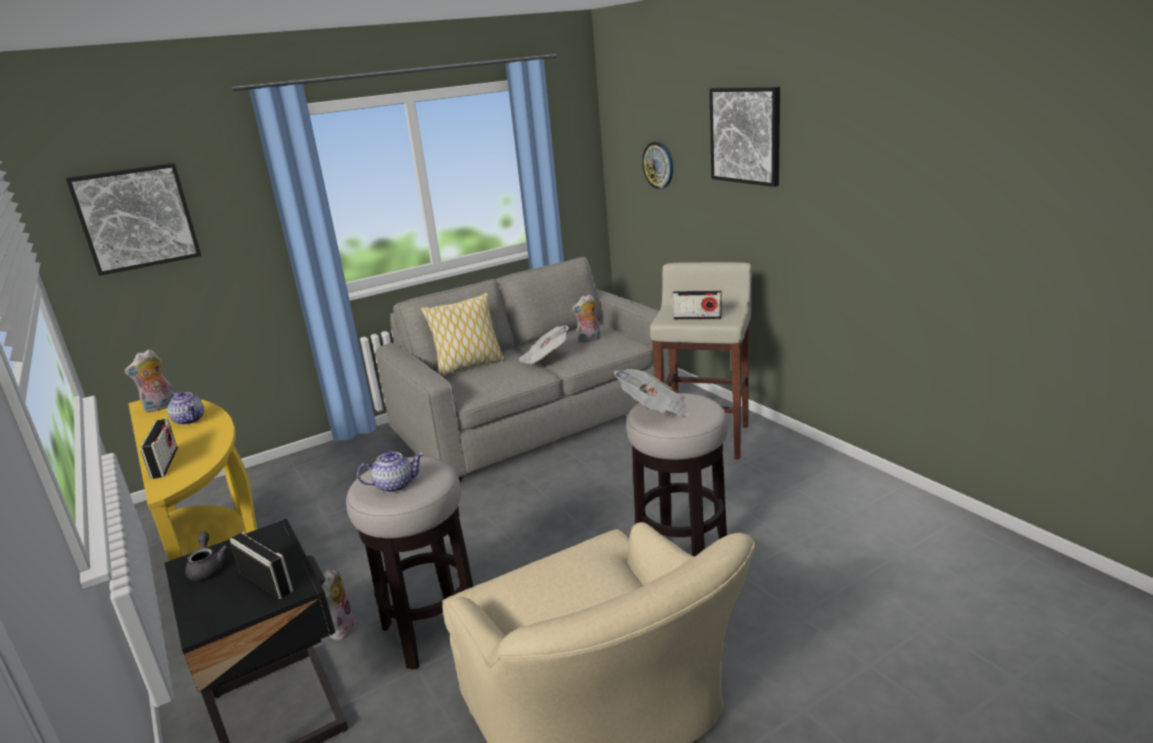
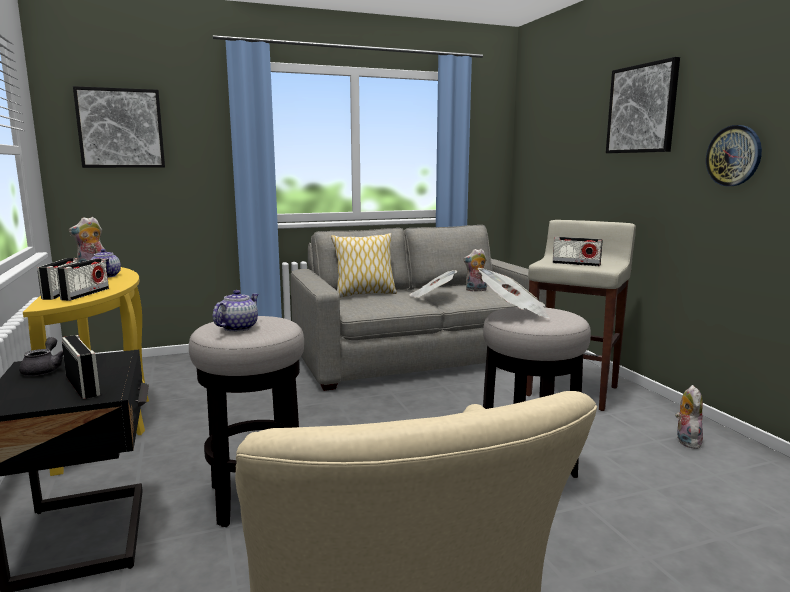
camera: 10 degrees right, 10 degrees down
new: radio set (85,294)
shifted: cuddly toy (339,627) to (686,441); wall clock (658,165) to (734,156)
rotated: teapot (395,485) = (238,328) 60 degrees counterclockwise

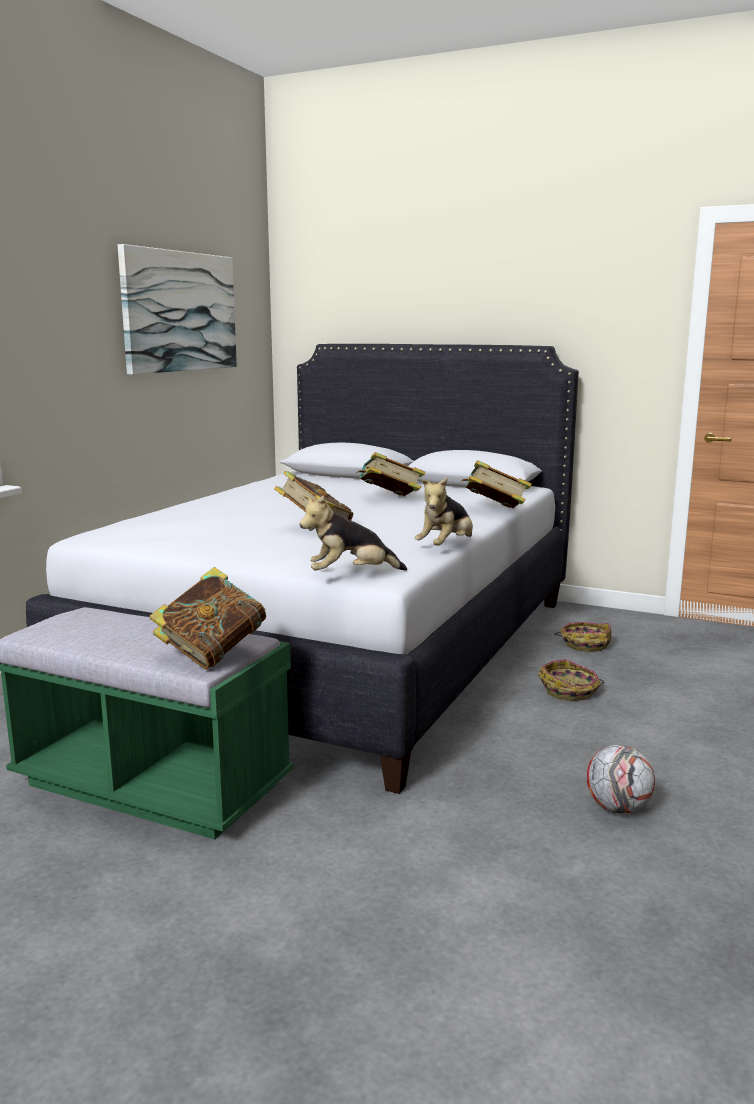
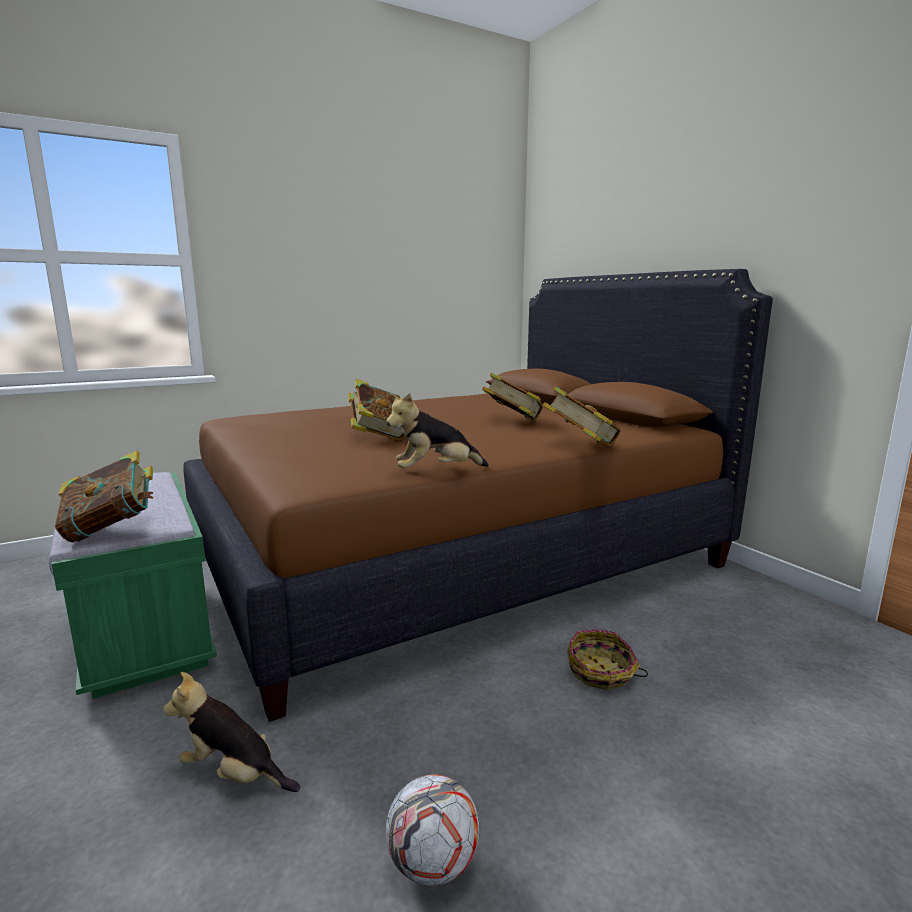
camera: 35 degrees right, 0 degrees up
gone: picture (180,311); basket (585,644)
shifted: cuddly toy (350,575) to (234,774)
repainted: white-coloured bed (340,648) to brown-coloured bed (453,554)

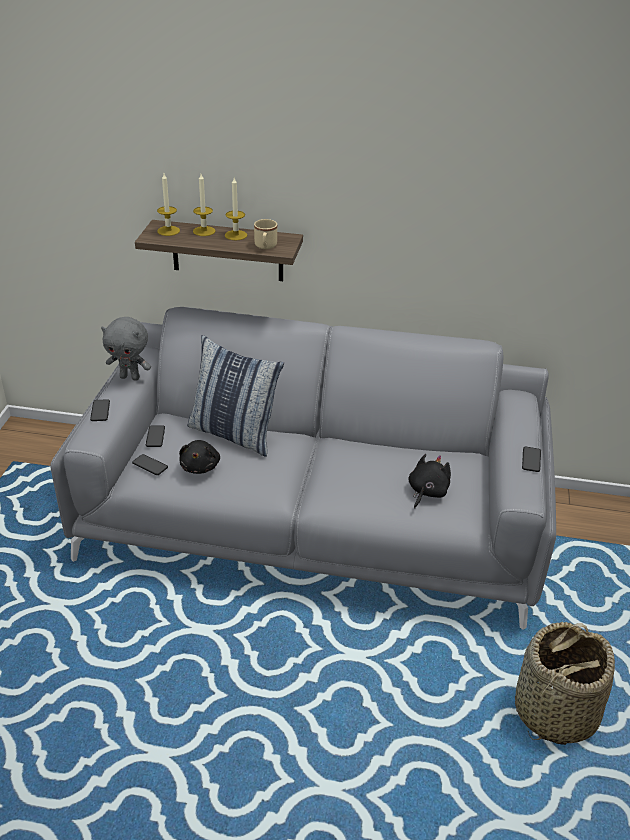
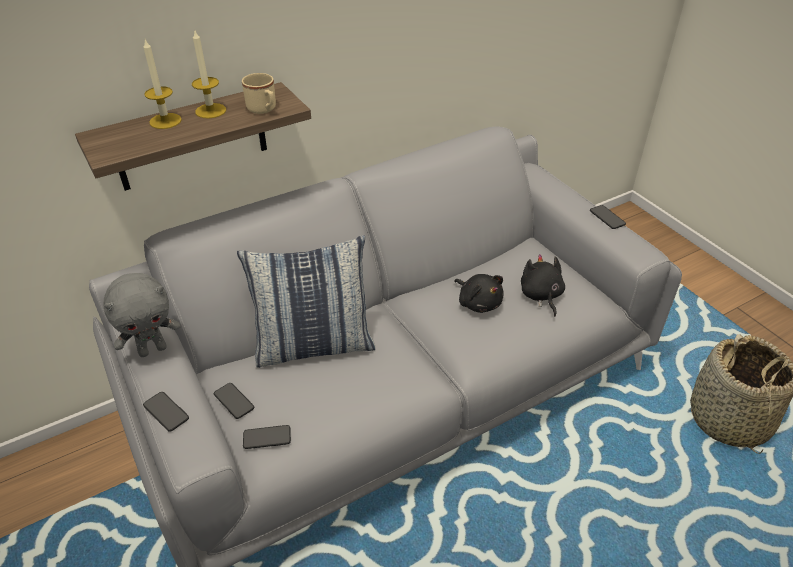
camera: 40 degrees left, 5 degrees up
gone: wax light (168,231)
shifted: black cuddly toy (200,466) to (478,302)

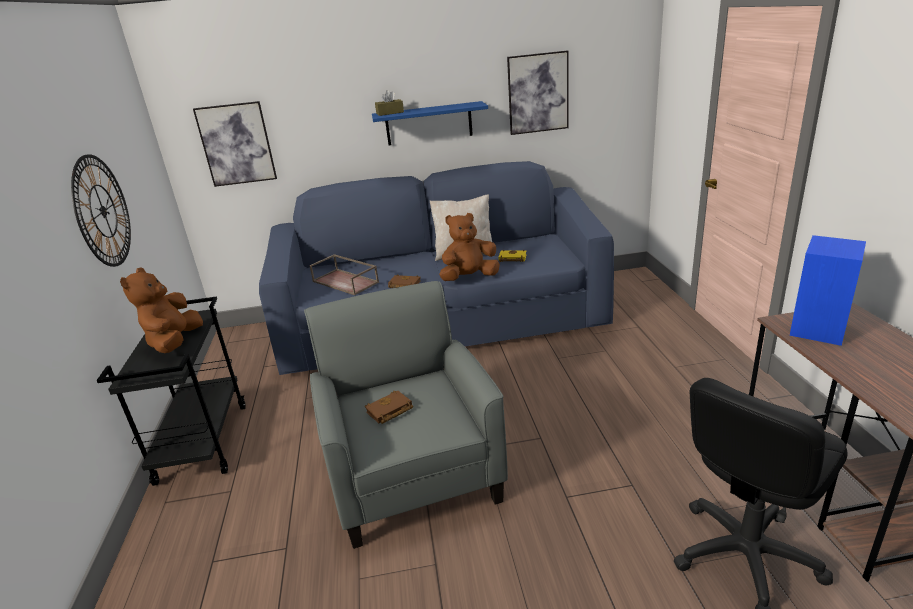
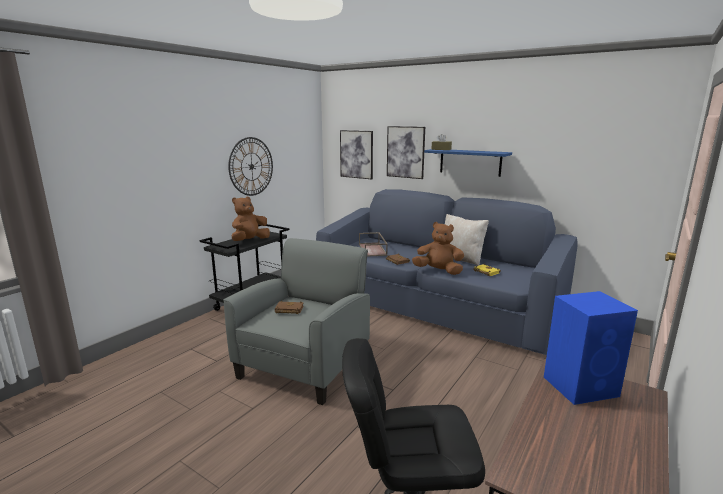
camera: 40 degrees right, 10 degrees down
shifted: picture (538,93) to (405,152)

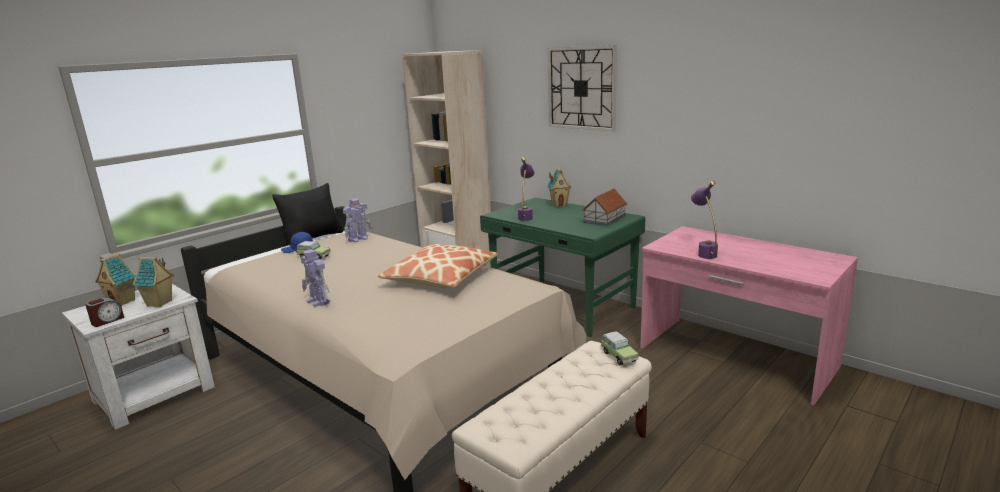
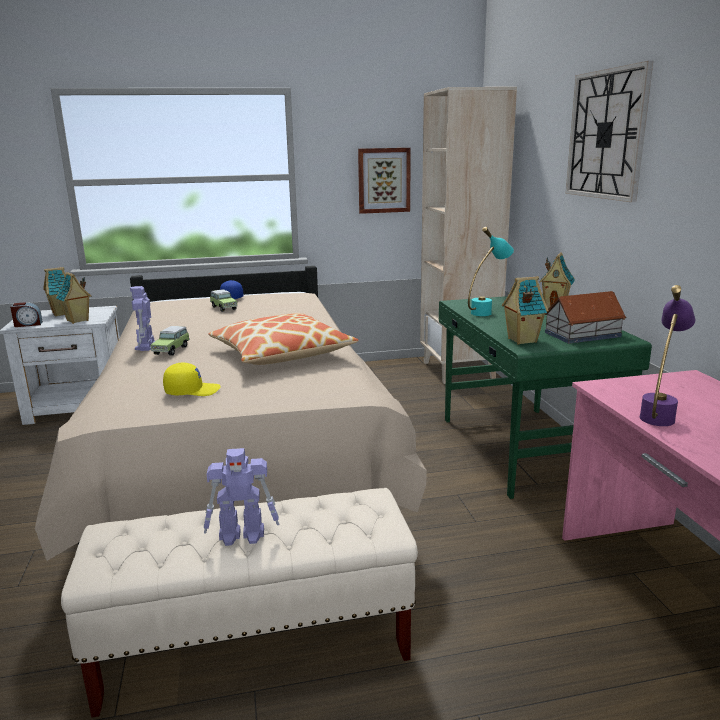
camera: 35 degrees right, 0 degrees up
gone: black cushion (313,237)
new: yellow-coloured cap (192,391); picture (383,180); toy house (521,340)
shifted: robot figure (359,239) to (243,535); model car (618,356) to (172,350)
repainted: purple-coloured table lamp (526,216) to turquoise table lamp (487,311)

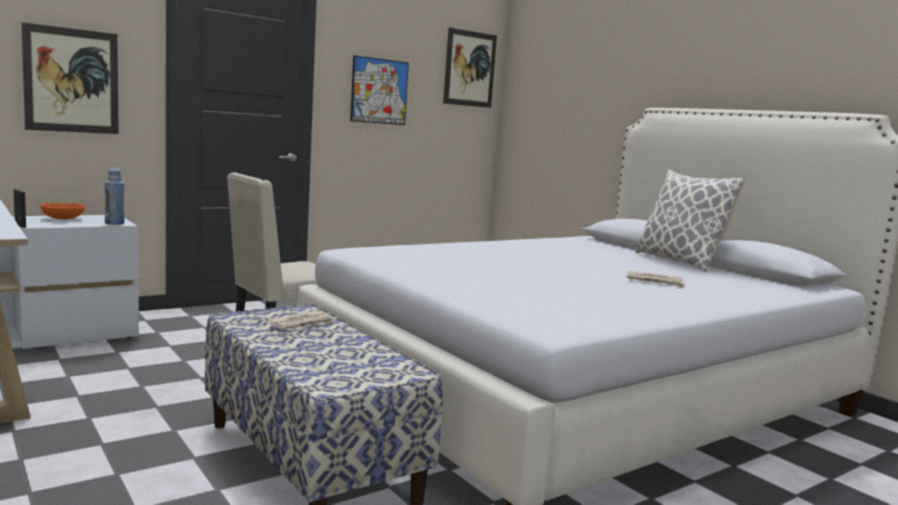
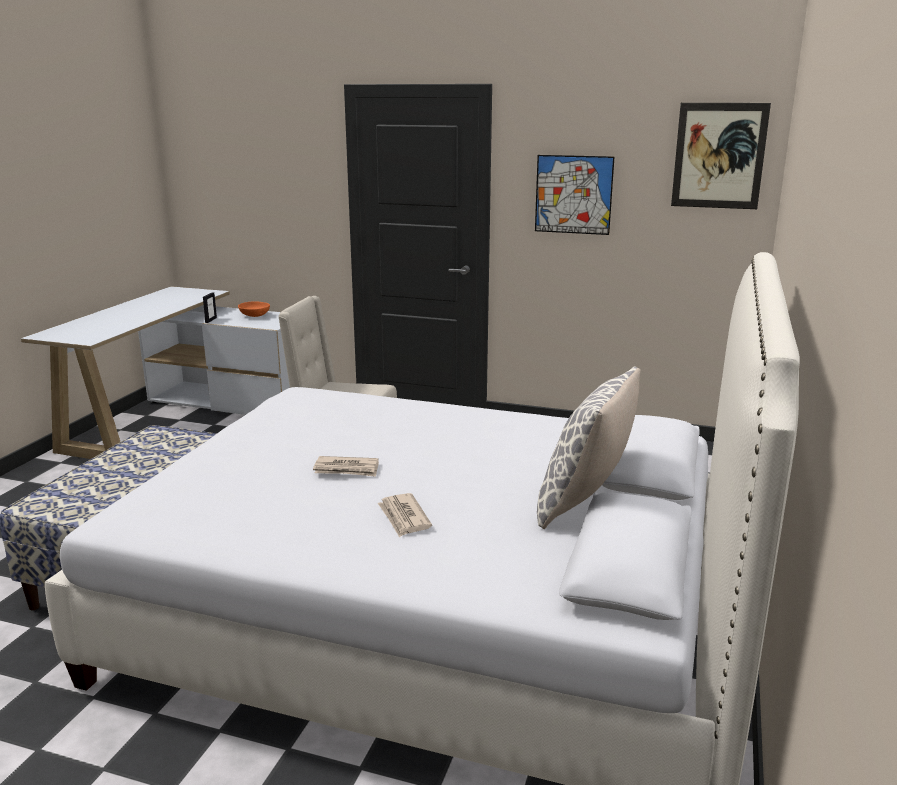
camera: 55 degrees right, 10 degrees up
gone: picture (72,80); blue drink bottle (114,223)
shifted: daily paper (302,324) to (347,469)

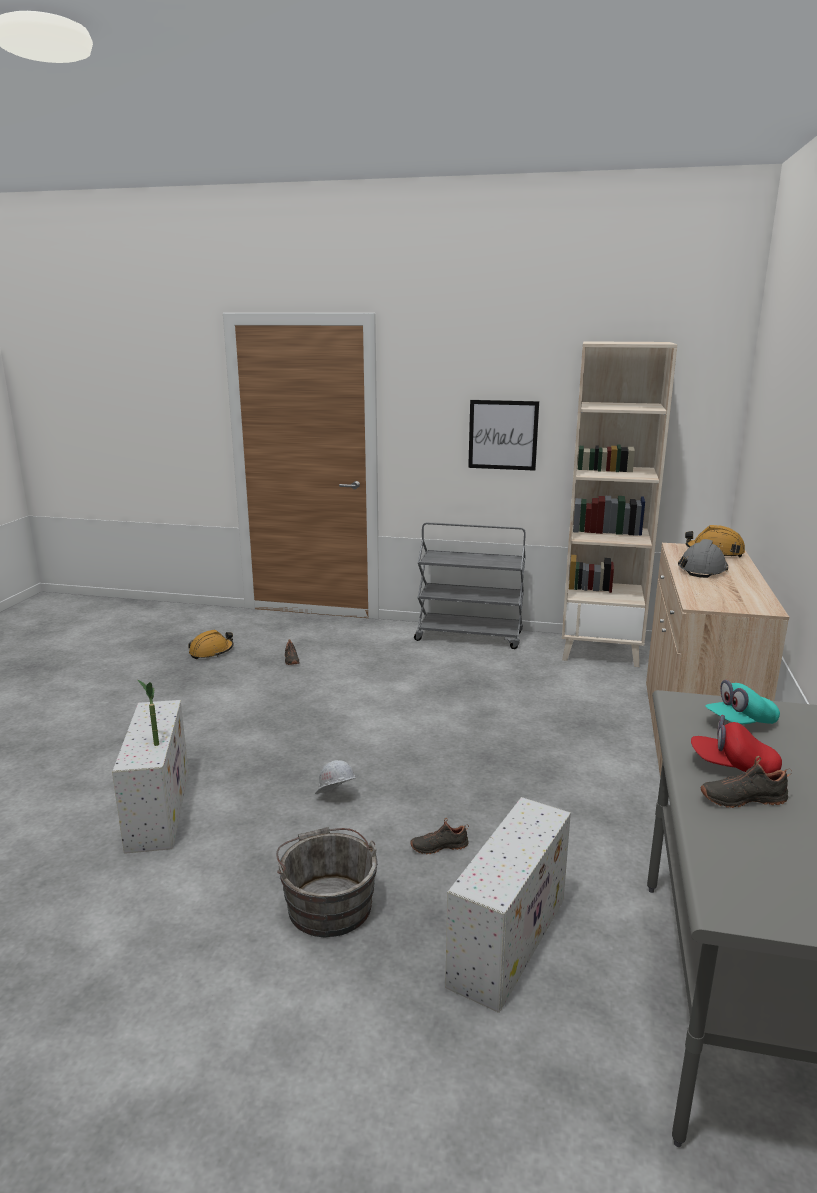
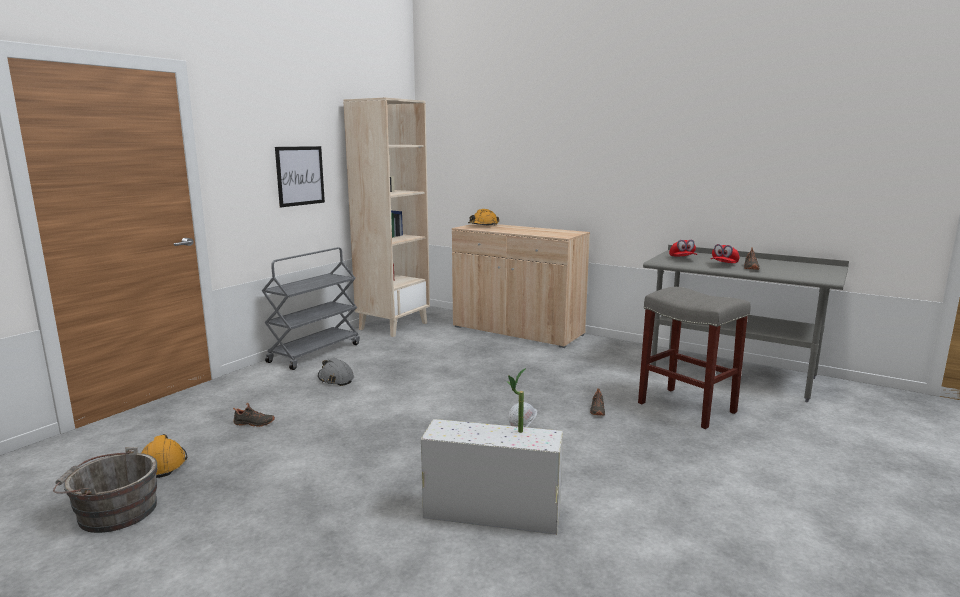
camera: 70 degrees left, 5 degrees down
shifted: greyish bucket (328,903) to (113,512); greyish work helmet (702,569) to (335,379)
swapped: white-coloured storage box (509,938) to greyish stool seat (685,407)
repainted: turquoise cap (740,722) to red cap (682,259)

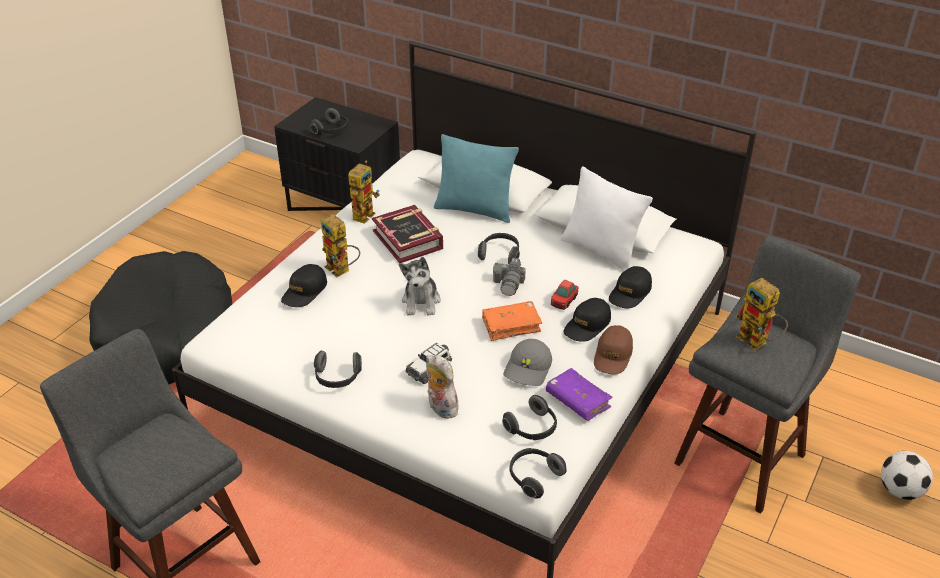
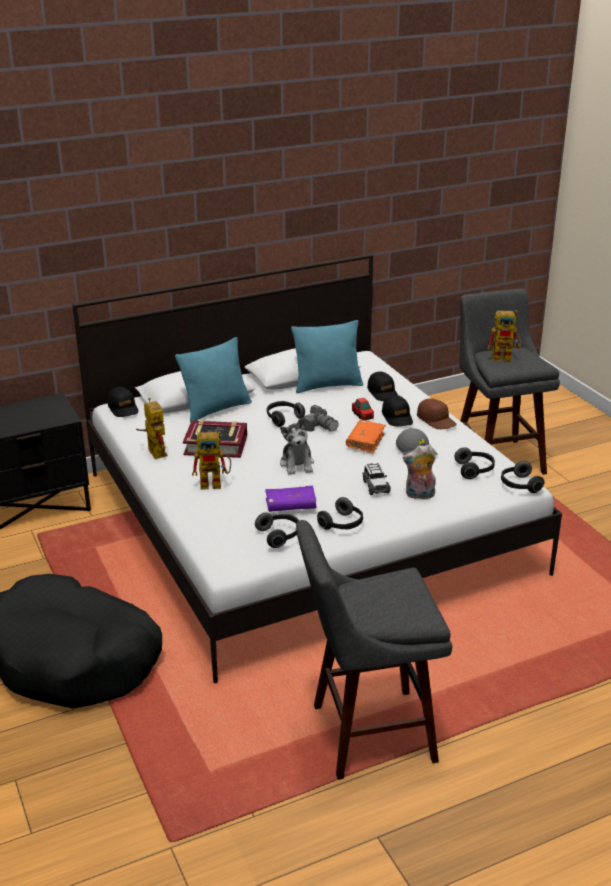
camera: 55 degrees left, 10 degrees down
gone: ball for football (900,490)
shifted: black cap (304,291) to (123,408); pair of headphones (332,131) to (280,536); purple-coloured book (577,401) to (290,505)
repainted: white-coloured cushion (600,251) to turquoise cushion (327,385)
rotated: cuddly toy (421,301) = (297,464) 45 degrees clockwise

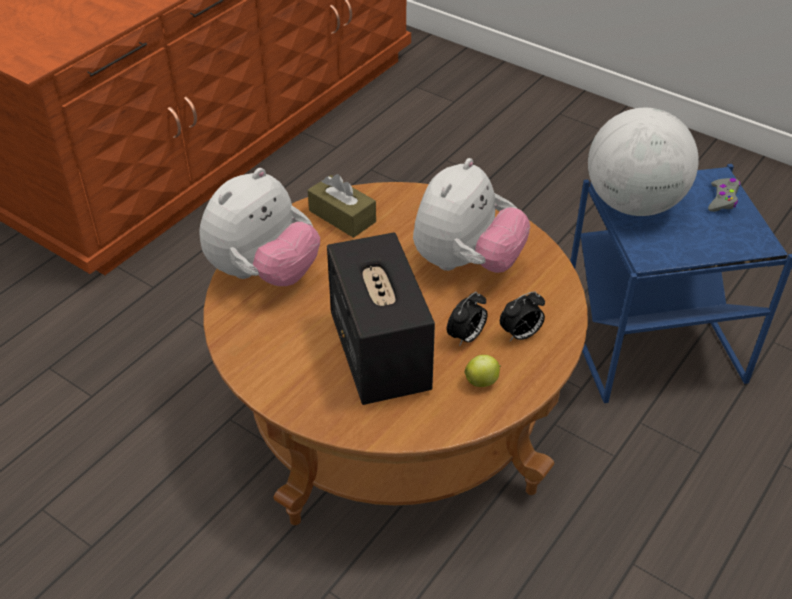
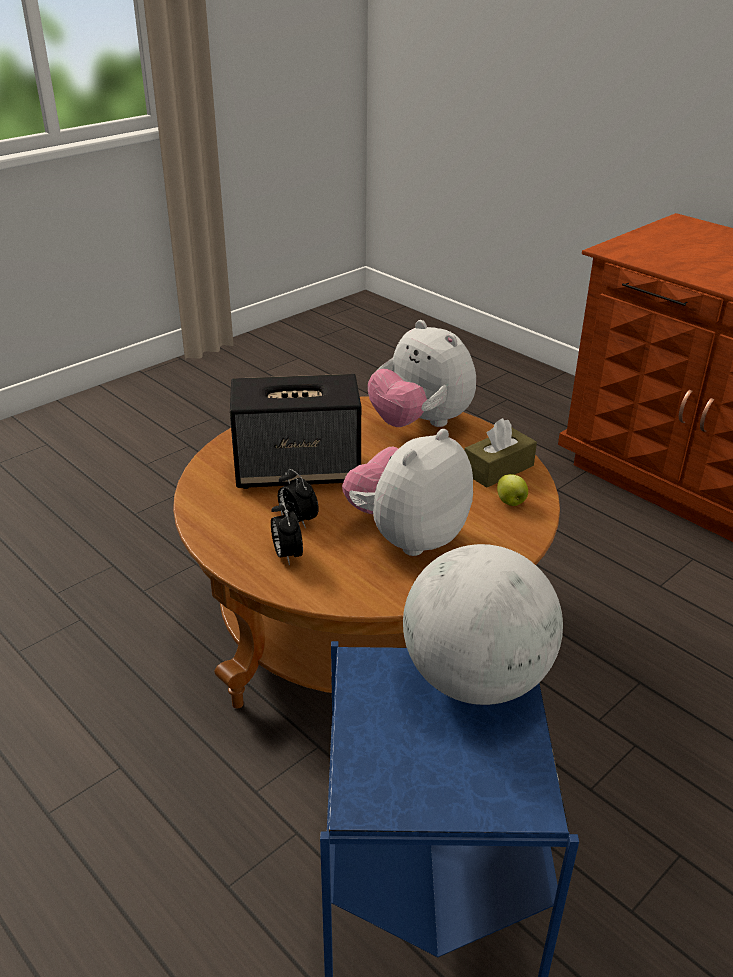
camera: 100 degrees right, 10 degrees down
gone: greyish gamepad (722,199)
shifted: apple fruit (482,381) to (511,502)
rotated: cuddly toy (466,263) = (407,536) 90 degrees clockwise

